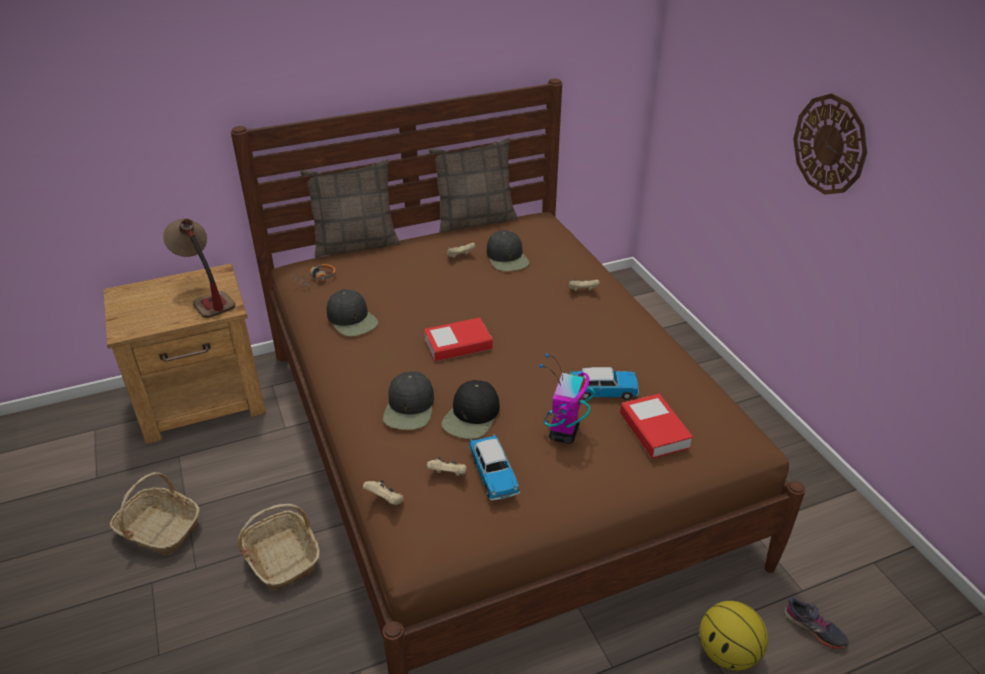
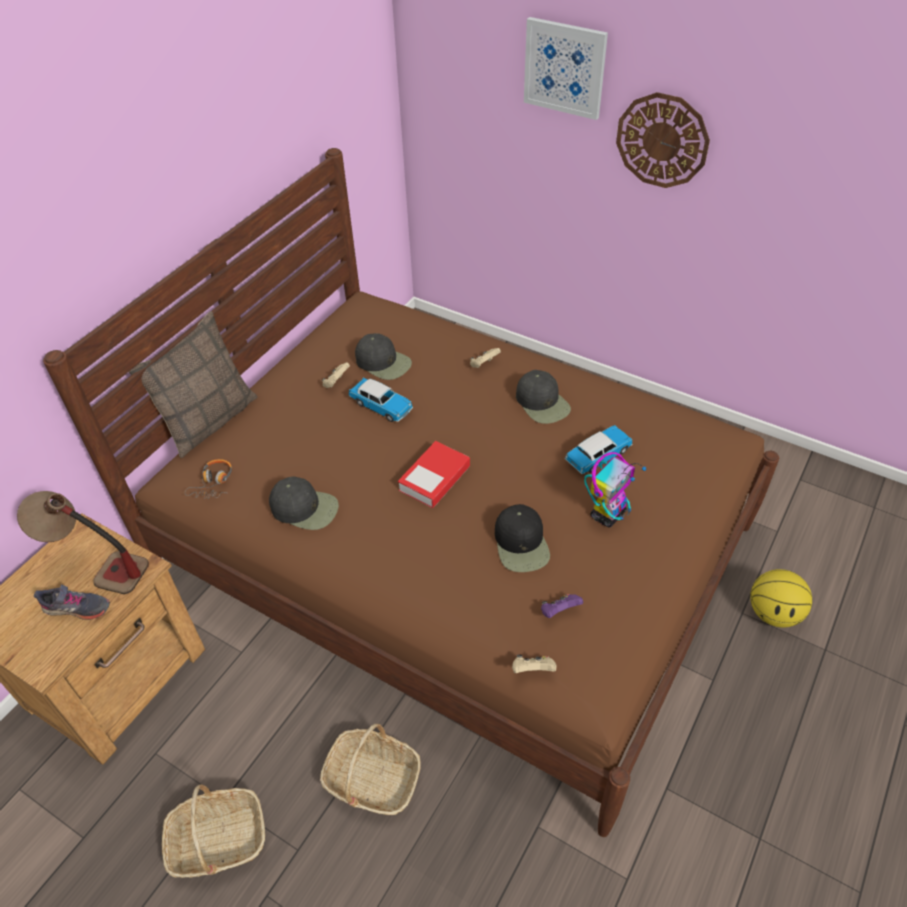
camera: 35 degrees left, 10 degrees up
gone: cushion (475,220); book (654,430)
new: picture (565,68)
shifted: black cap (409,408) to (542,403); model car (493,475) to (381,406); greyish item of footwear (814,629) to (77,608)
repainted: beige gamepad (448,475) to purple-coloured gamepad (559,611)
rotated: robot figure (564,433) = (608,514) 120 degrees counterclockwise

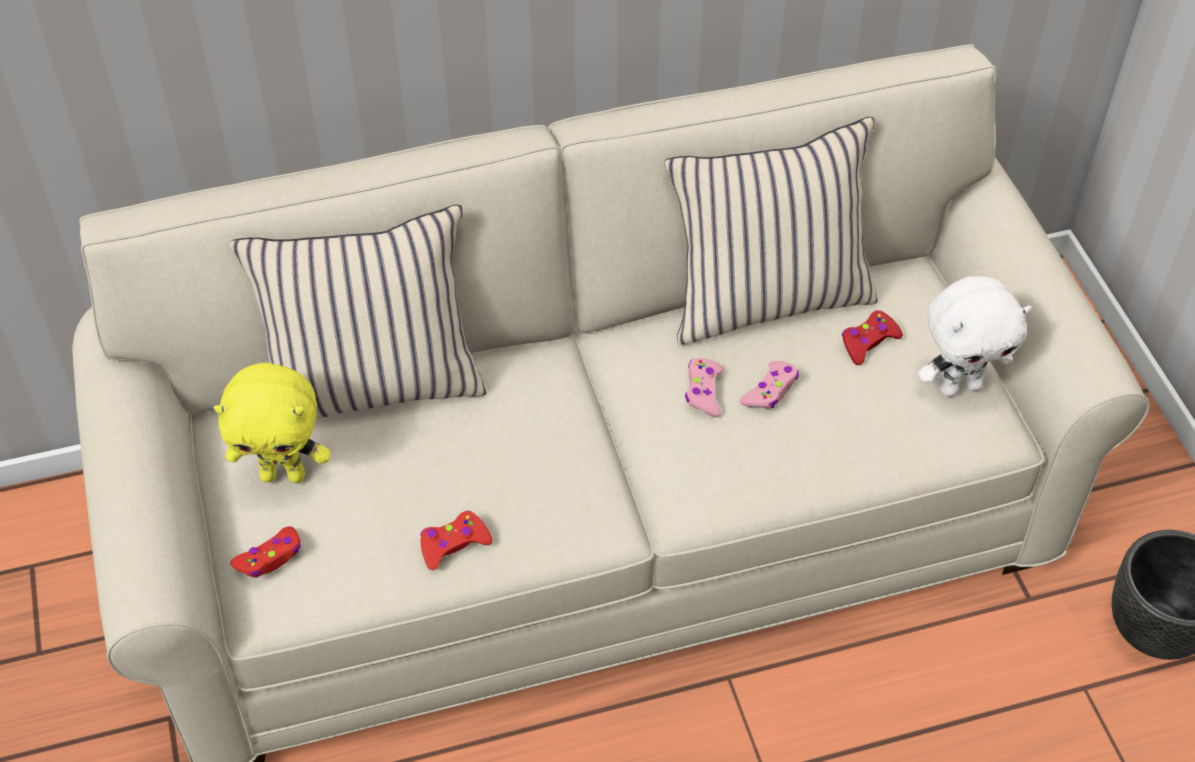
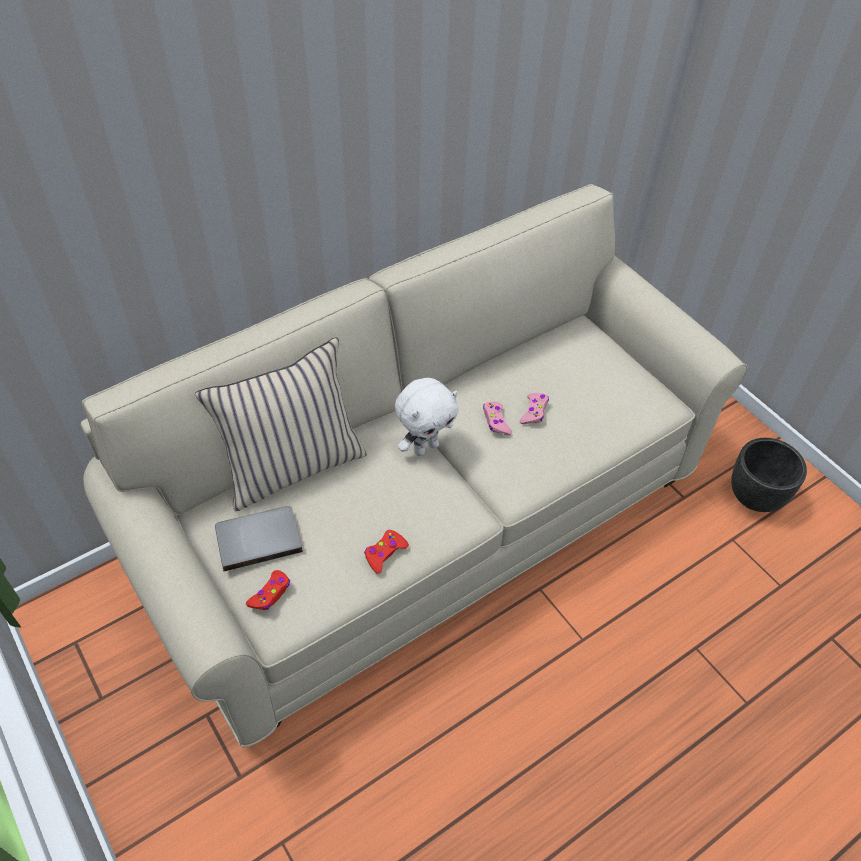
camera: 20 degrees left, 0 degrees up
gone: beige cushion (766,299); red gamepad (868,342)
shifted: white-coloured cuddly toy (960,386) to (425,447)
swapped: yellow-coloured cuddly toy (284,474) to greyish book (258,537)

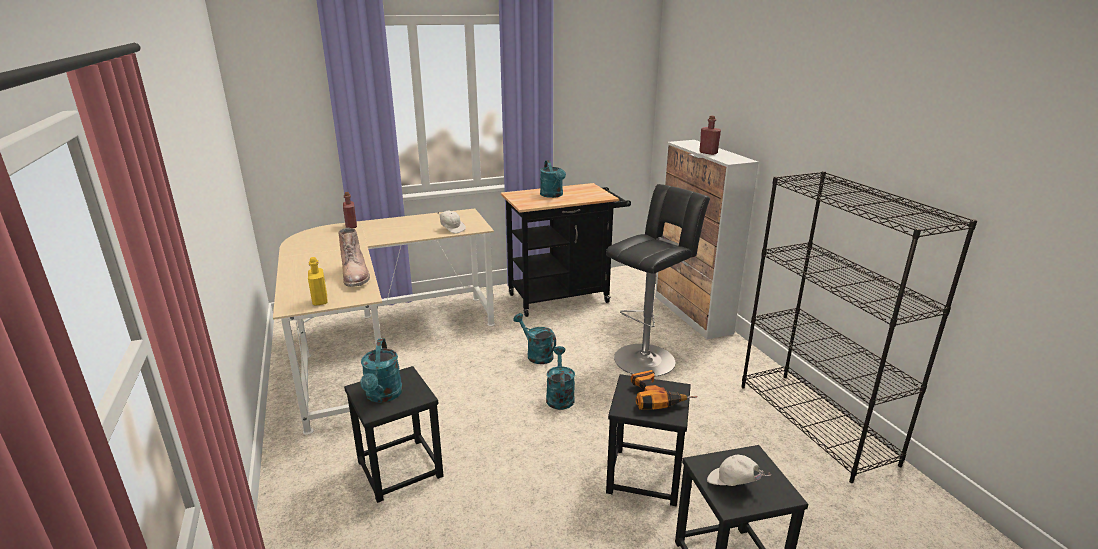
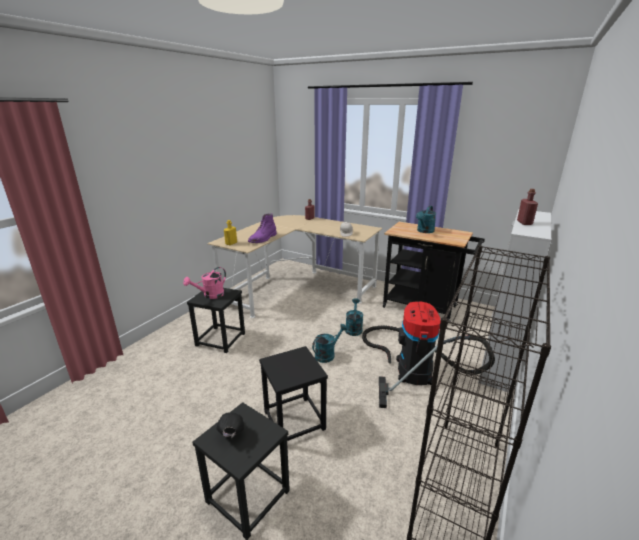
camera: 50 degrees right, 0 degrees up
gone: drill (656,396)
swapped: black stool seat (647,358) to hoover (412,367)
repainted: brown-coloured boot (356,276) to purple-coloured boot (263,239); turquoise watering can (383,396) to pinkish watering can (210,295); white-coloured cap (732,484) to black cap (231,433)

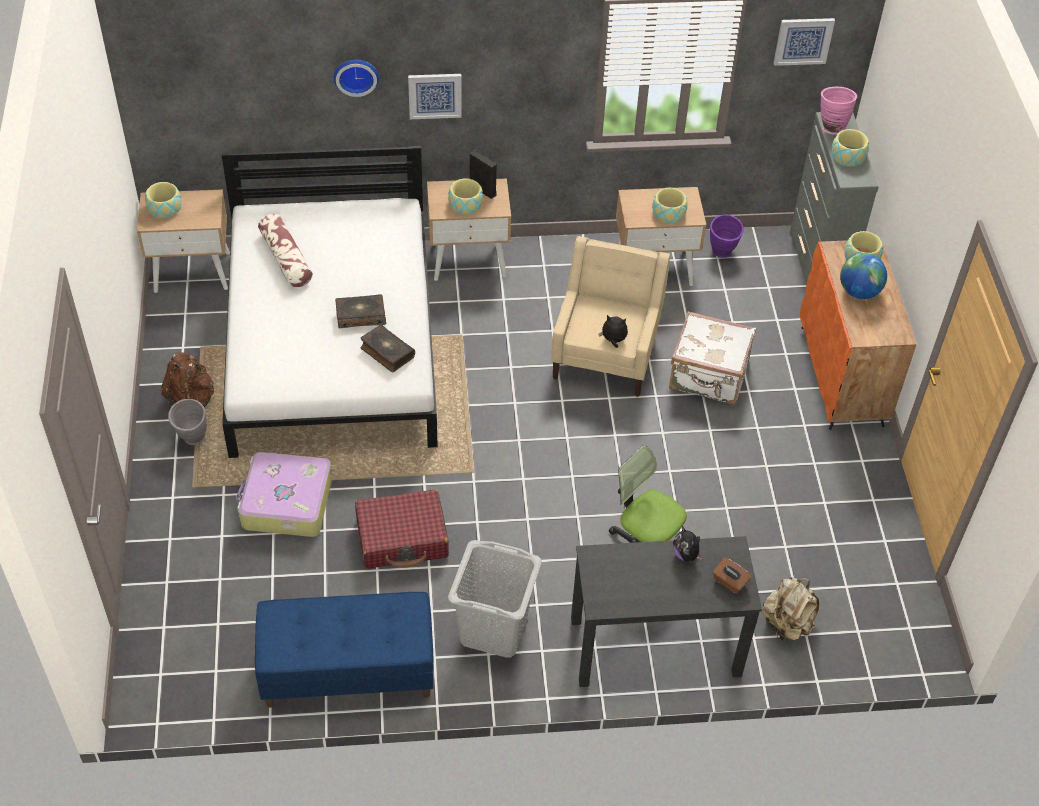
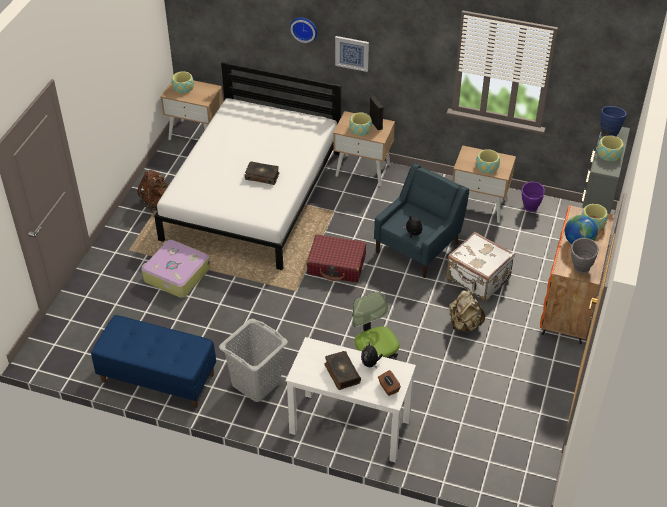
camera: 25 degrees right, 5 degrees down
gone: cushion (286,259); picture (803,40)
shifted: greyish vase (193,441) to (580,270); red suitcase (402,538) to (337,265); book (387,353) to (341,373); beige backpack (787,624) to (464,324)
repainted: beige easy chair (606,353) to blue easy chair (419,246); black desk table (654,647) to white-coloured desk table (349,426); pinkish vase (831,126) to blue vase (608,134)

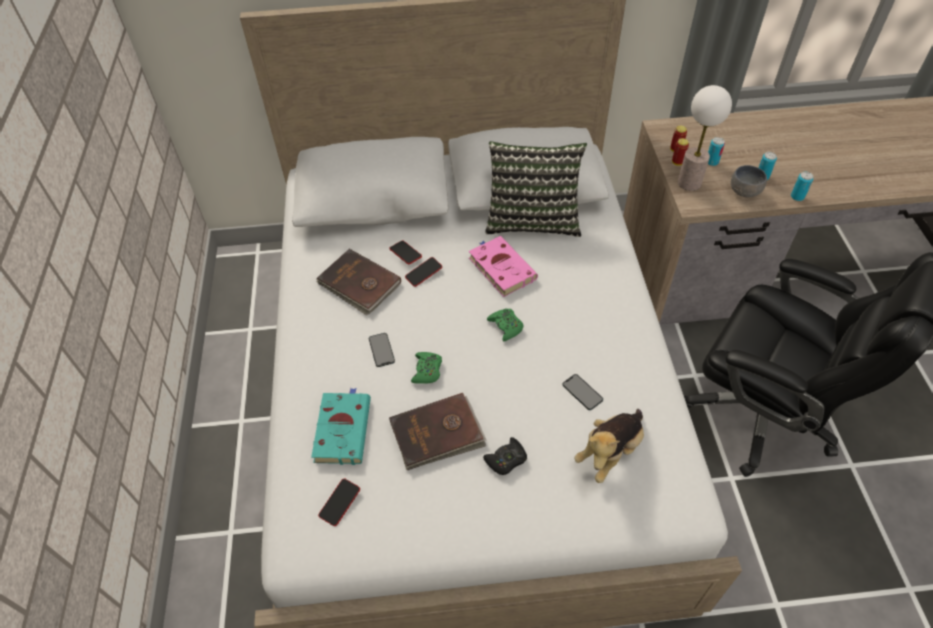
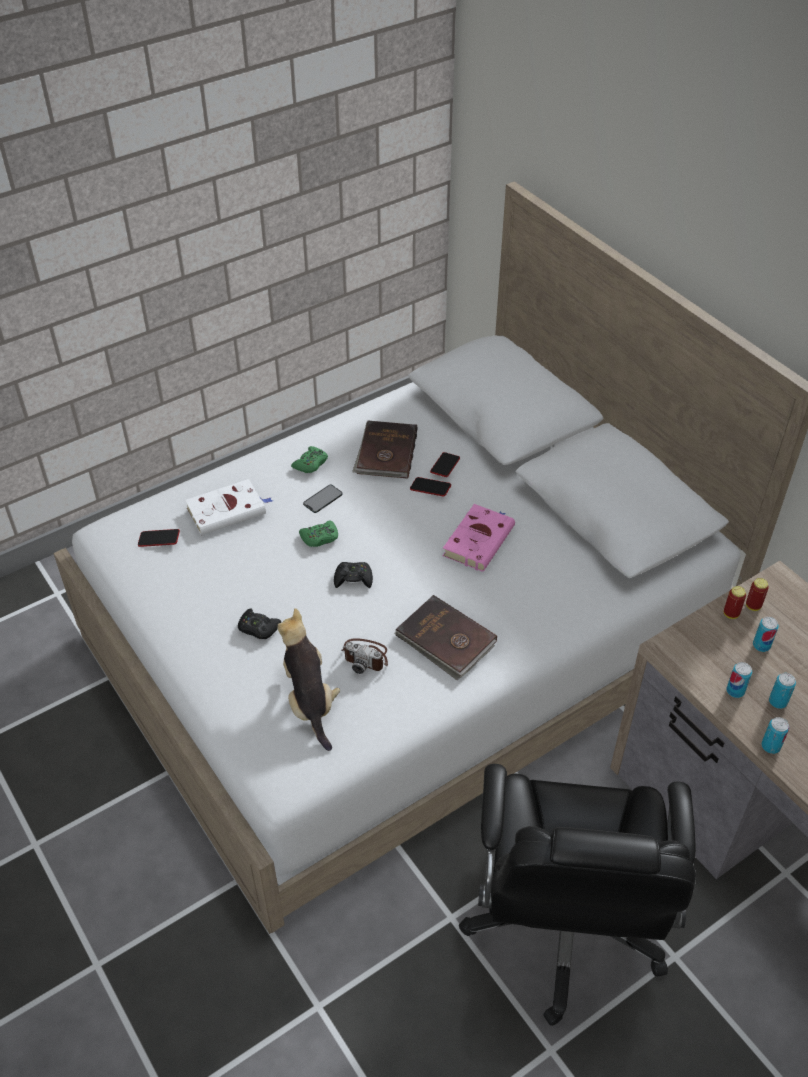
camera: 60 degrees right, 5 degrees down
gone: cushion (532,219); table lamp (689,183)
new: black gamepad (353,579)
shifted: brown-coloured book (437,434) to (445,640); green-coloured gamepad (506,326) to (311,464)
swapped: handset (582,392) to still camera (366,656); greyish serving bowl (745,191) to metal can (735,691)
repainted: turquoise book (342,428) to white-coloured book (228,510)
rotated: cuddly toy (610,452) = (309,700) 60 degrees clockwise

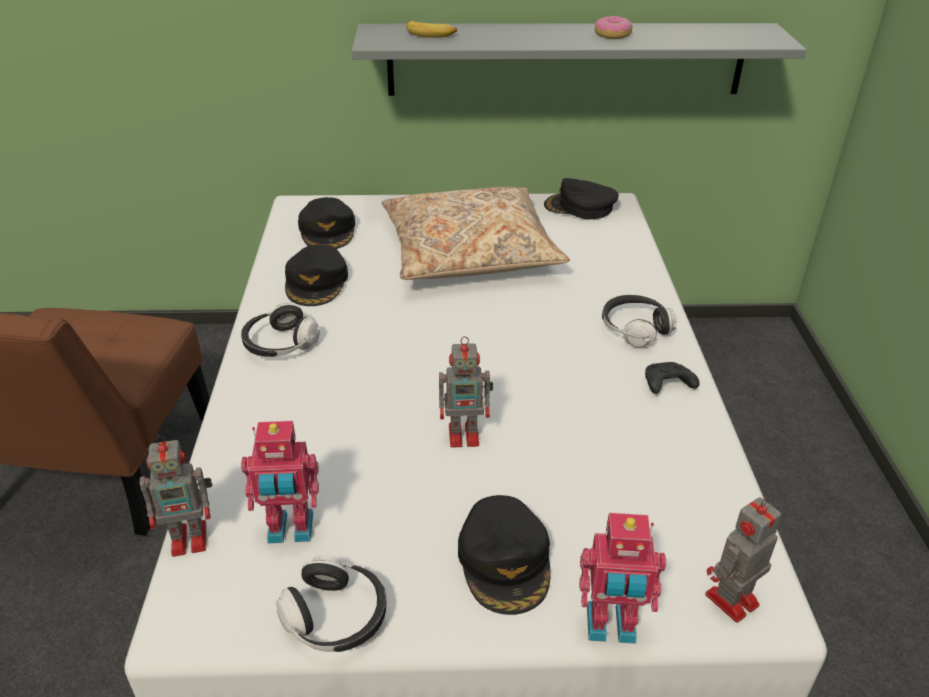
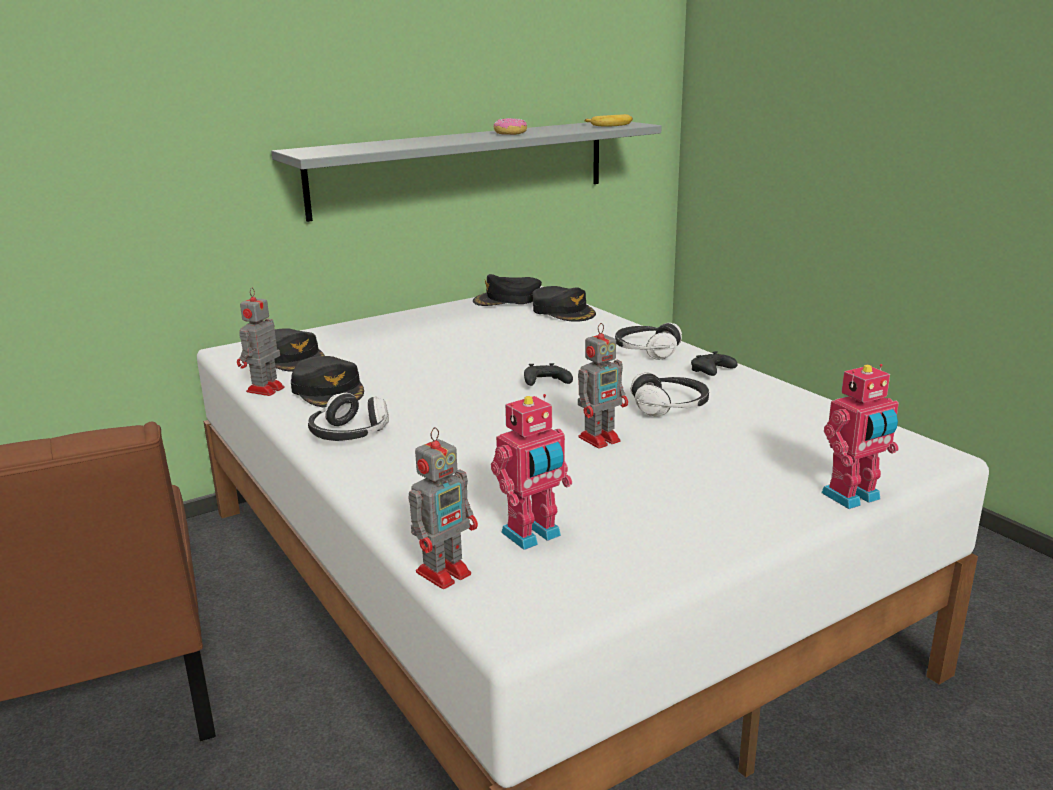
camera: 30 degrees left, 15 degrees down
gone: beige cushion (469,251)
new: black gamepad (544,384)
shifted: pair of headphones (336,617) to (669,407); whole banana (431,34) to (610,125); black cap (505,561) to (563,311); robot figure (730,601) to (264,390)

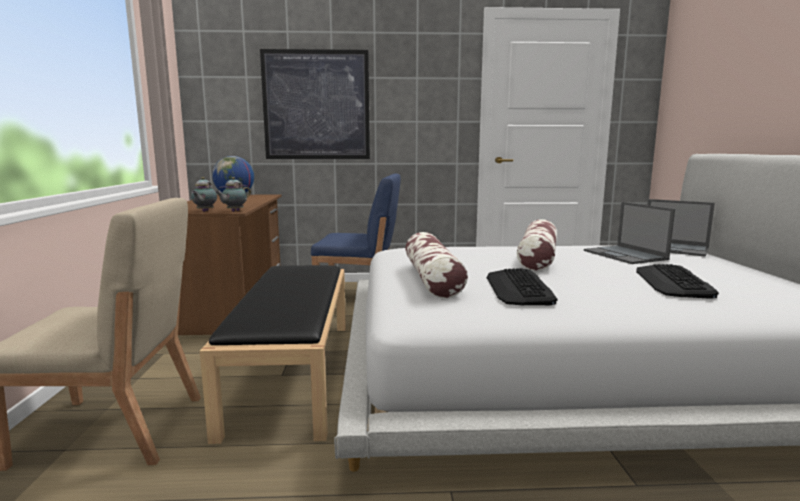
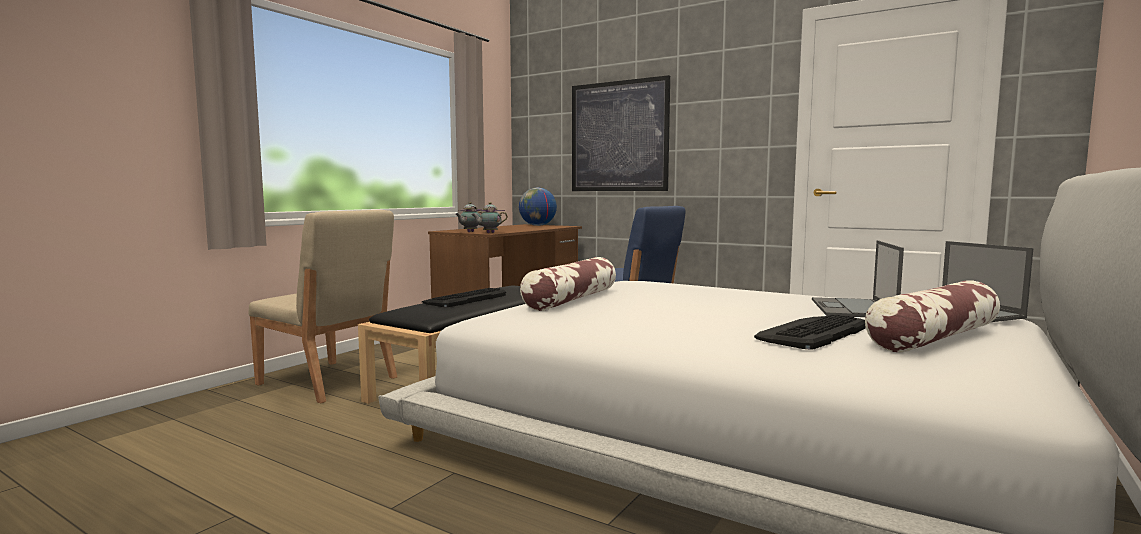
camera: 35 degrees right, 5 degrees down
shifted: keyboard (518,288) to (465,299); cushion (537,257) to (933,338)

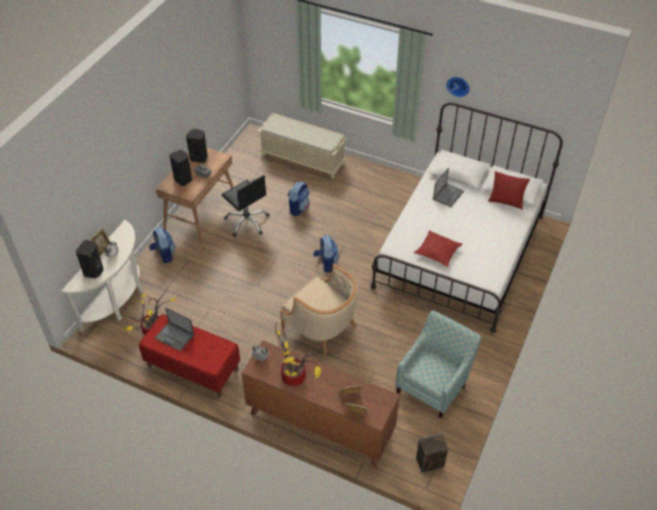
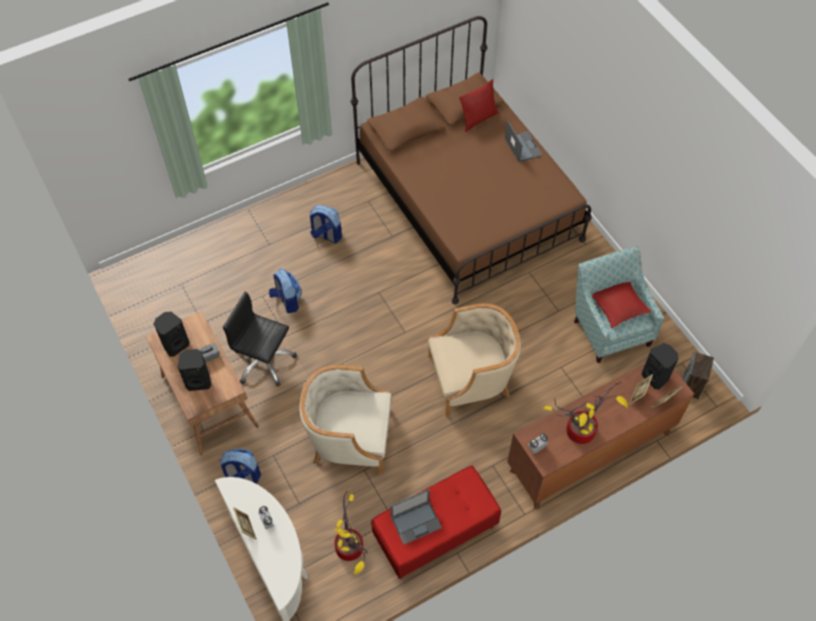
camera: 55 degrees left, 10 degrees up
gone: beige long seat (303,158); wall clock (458,86)
new: beige easy chair (350,438)
shifted: black audio speaker (94,271) to (655,377); backpack (326,263) to (326,235); red cushion (437,252) to (619,306); notebook computer (448,195) to (522,146)
repainted: white-coloured bed (460,251) to brown-coloured bed (467,200)
rotated: black office chair (247,222) = (264,362) 150 degrees counterclockwise

